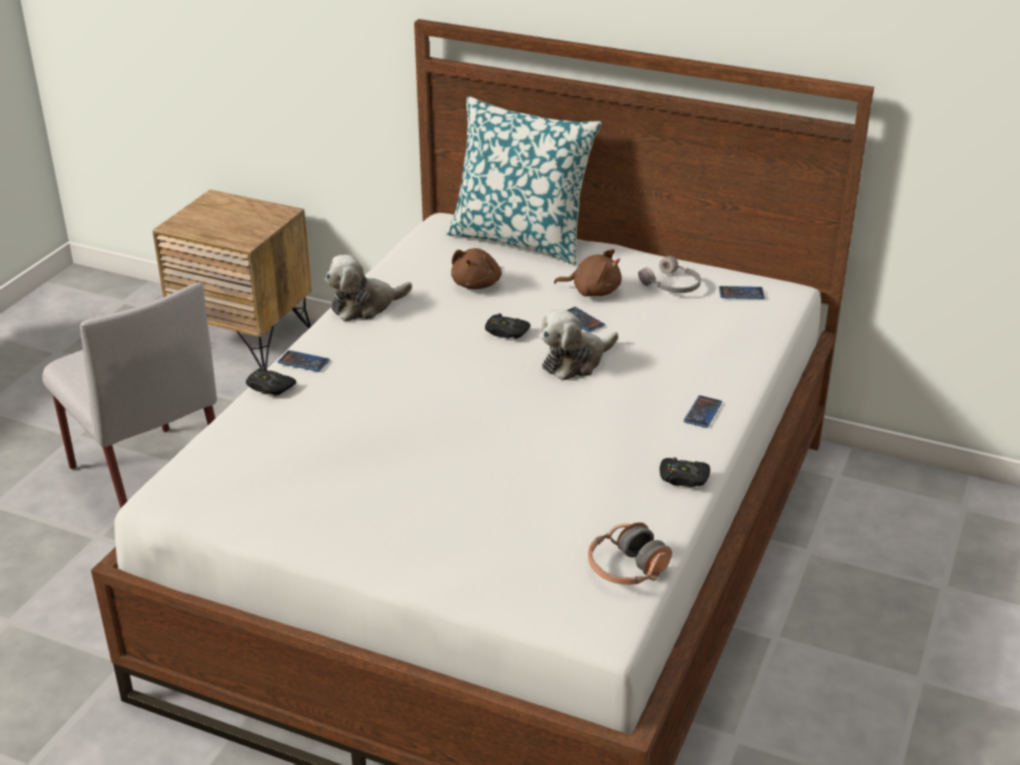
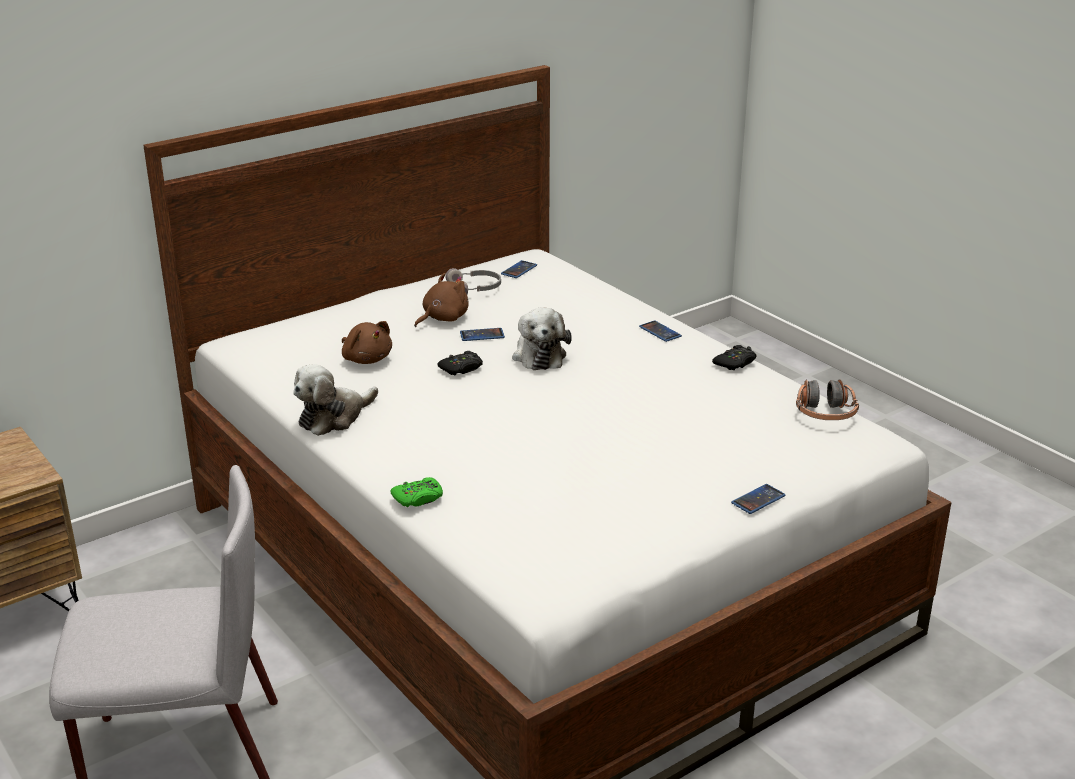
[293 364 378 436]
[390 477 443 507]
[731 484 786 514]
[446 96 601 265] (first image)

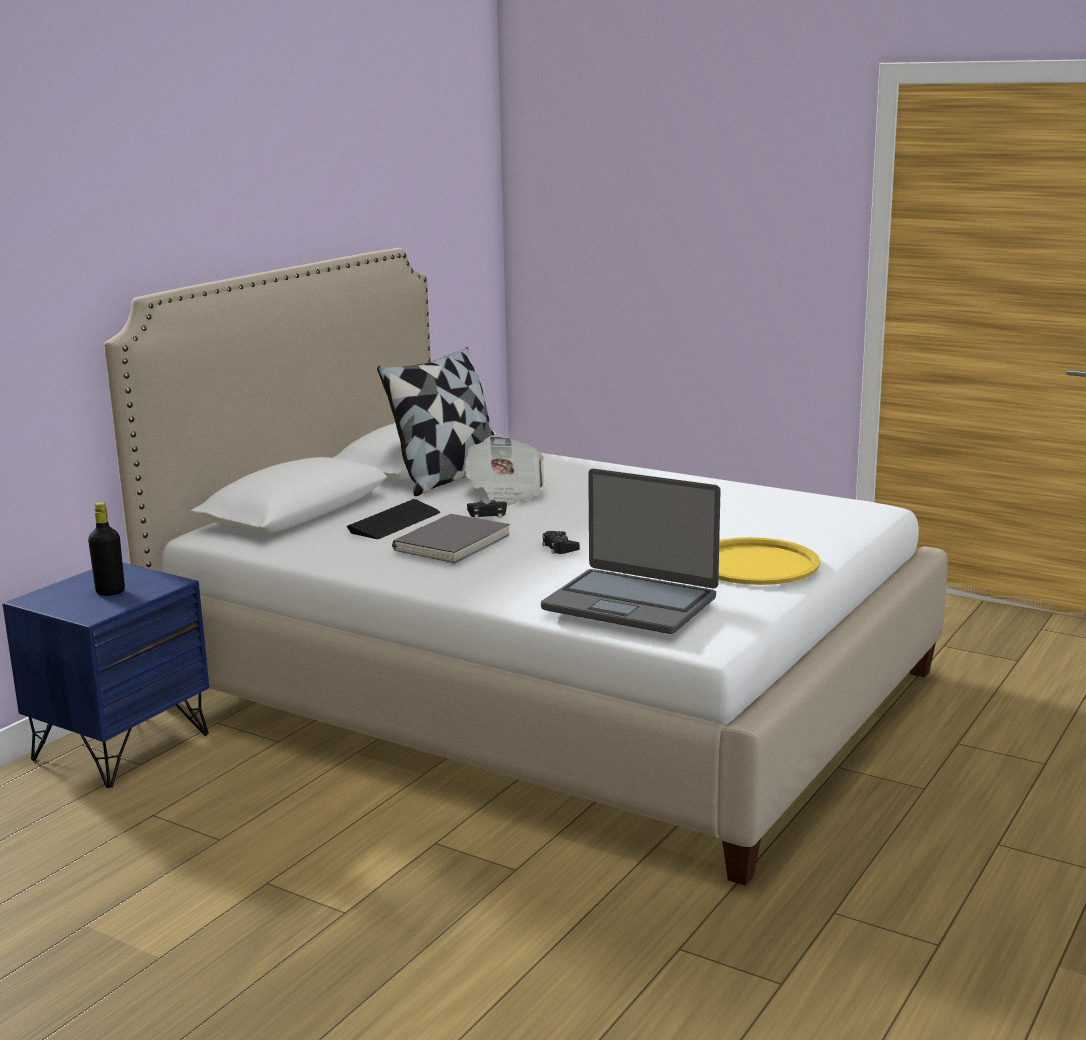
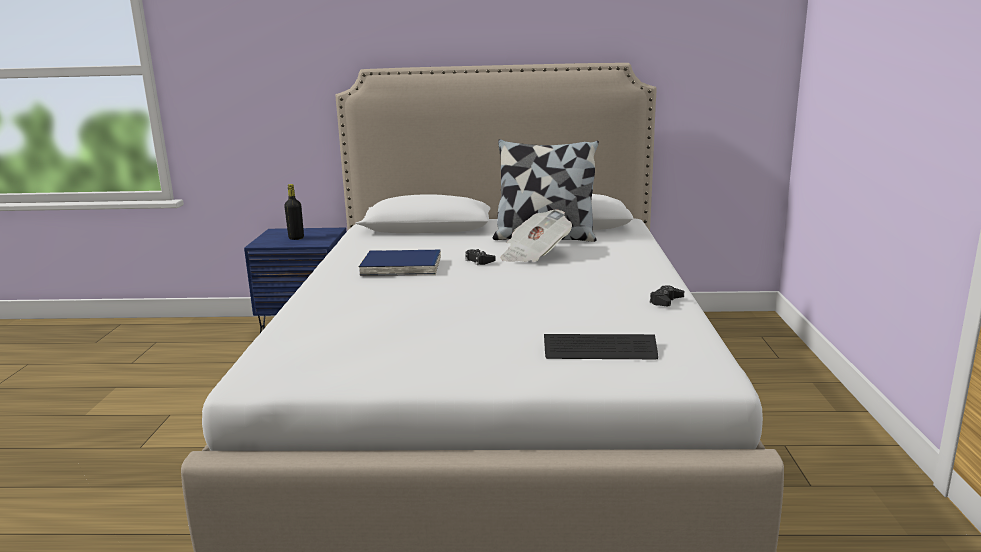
[359 250 441 276]
[544 334 658 359]
[649 285 684 306]
[541 468 721 634] (first image)
[719 537 820 585] (first image)

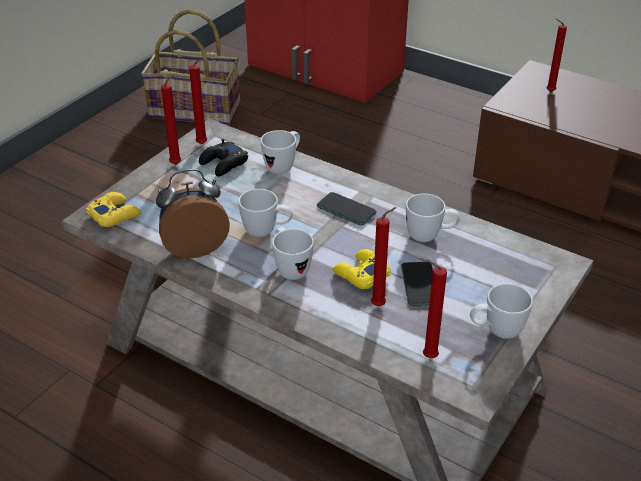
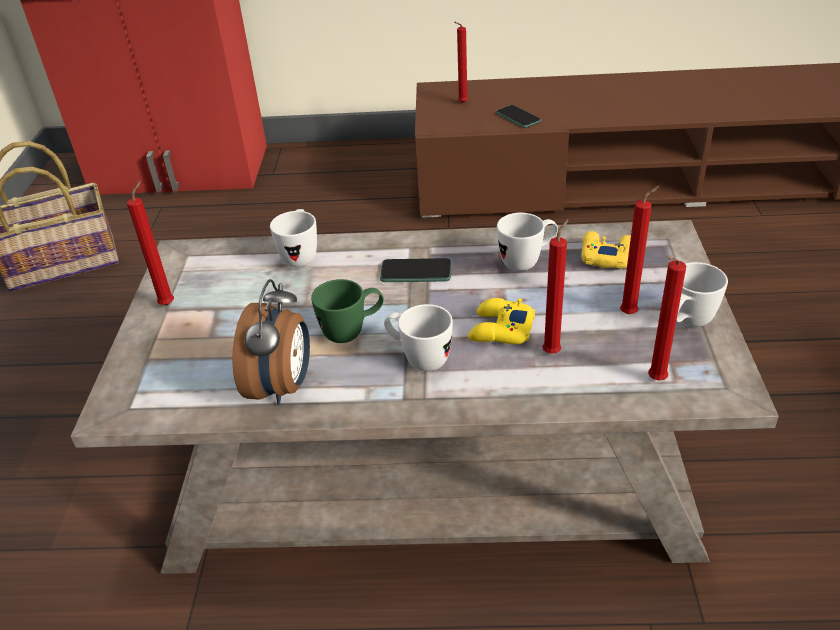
[232 279 310 405]
[311 279 384 343]
[496 105 541 128]
[581 231 631 269]
[620 186 659 314]
[199 139 248 177] (first image)

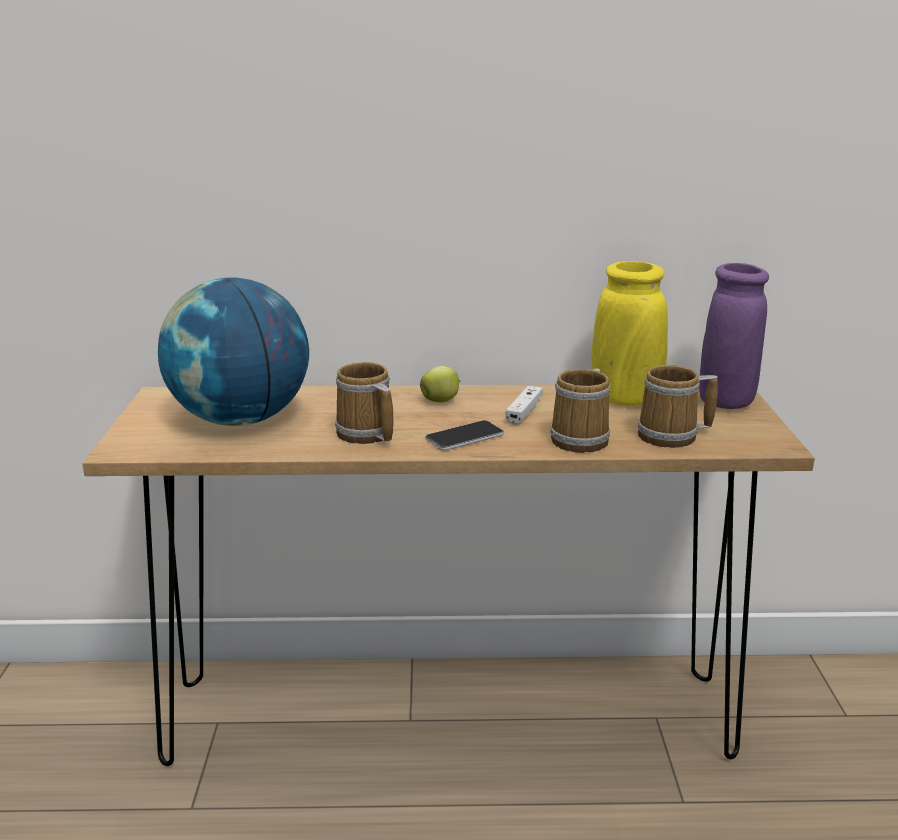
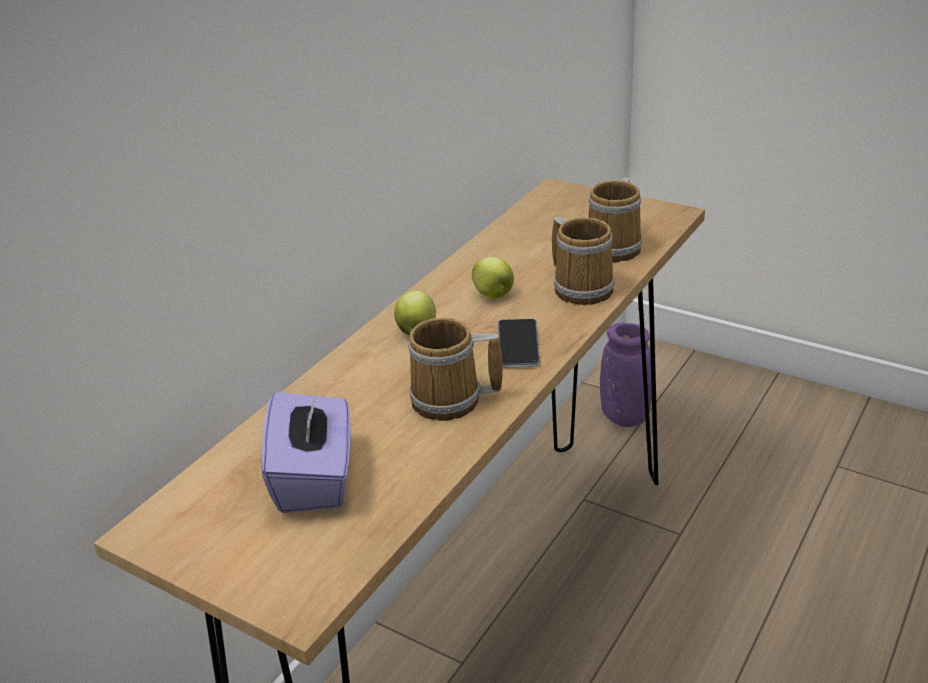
[261 386 351 513]
[472 257 514 298]
[600 322 652 427]
[591 261 668 405] (first image)

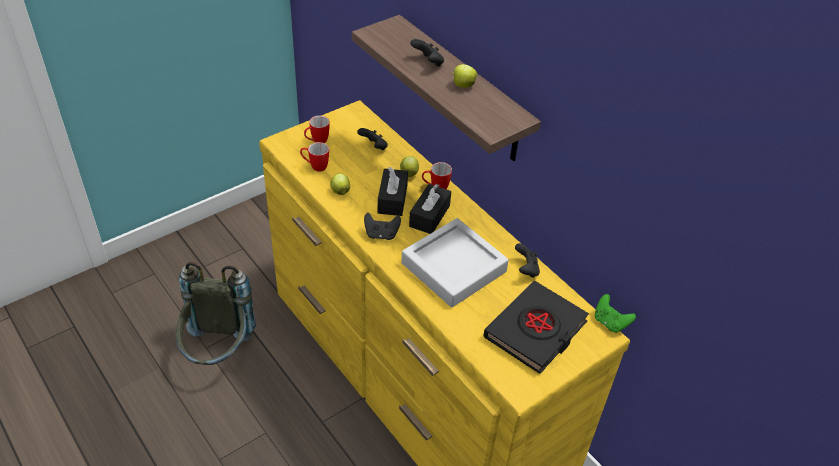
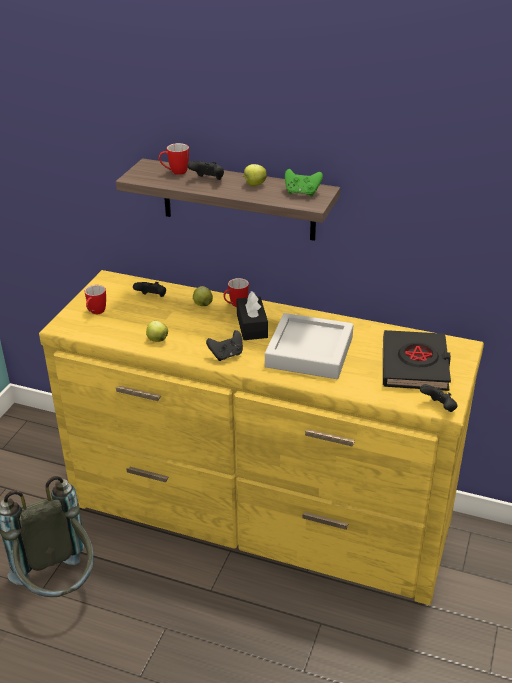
[159 143 189 175]
[285 169 323 197]
[420 384 457 412]
[378 167 408 216] (first image)

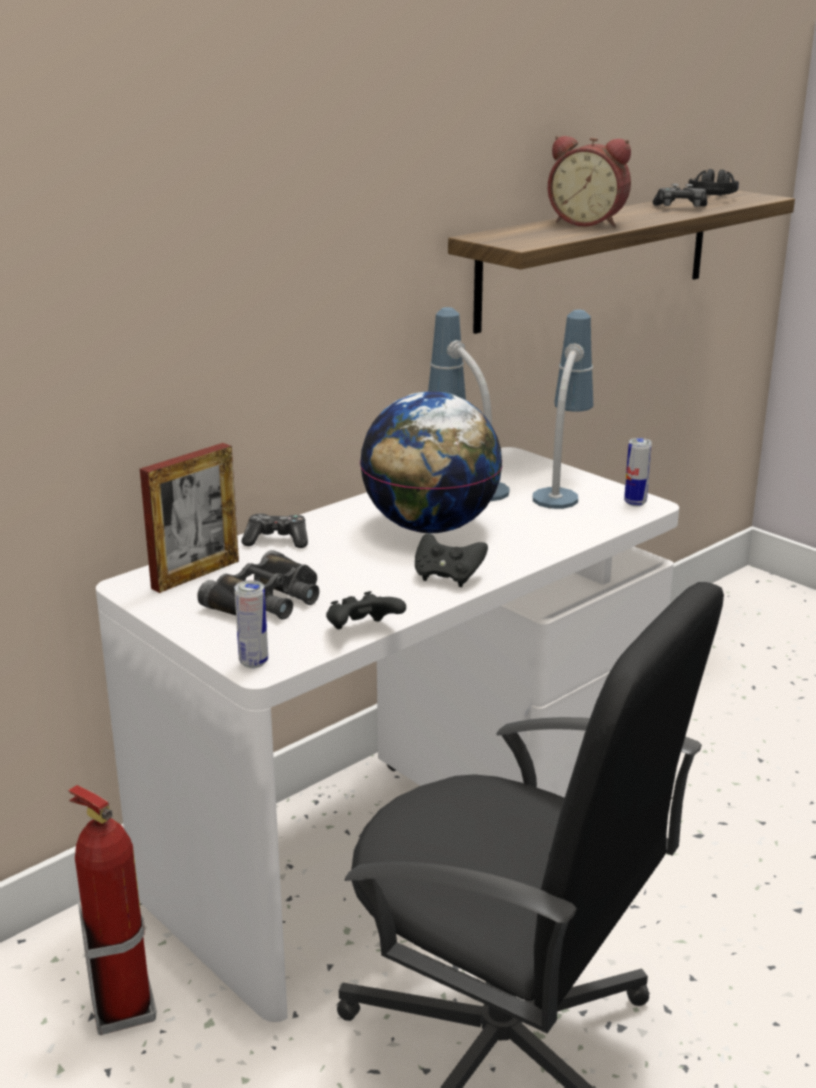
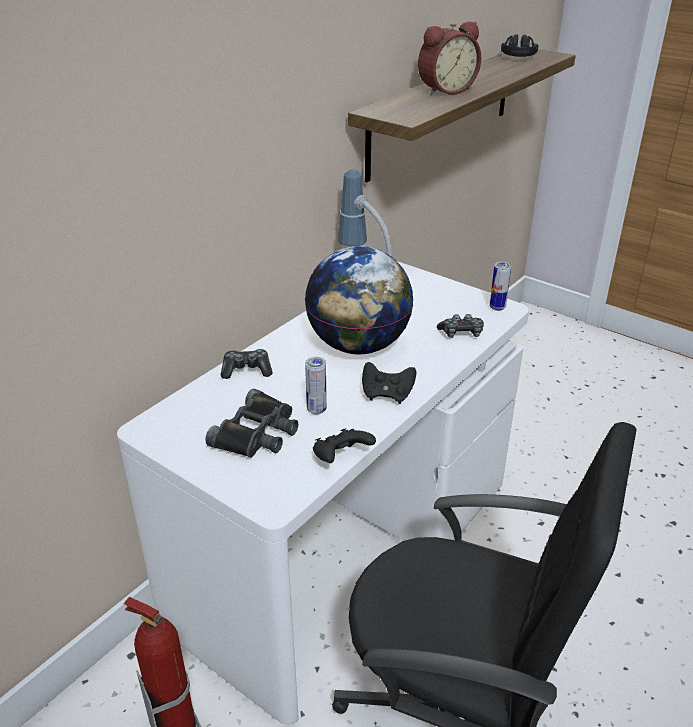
[305 357 327 414]
[418 21 481 96]
[437 314 484 338]
[140 443 239 593] (first image)
[533 310 593 509] (first image)

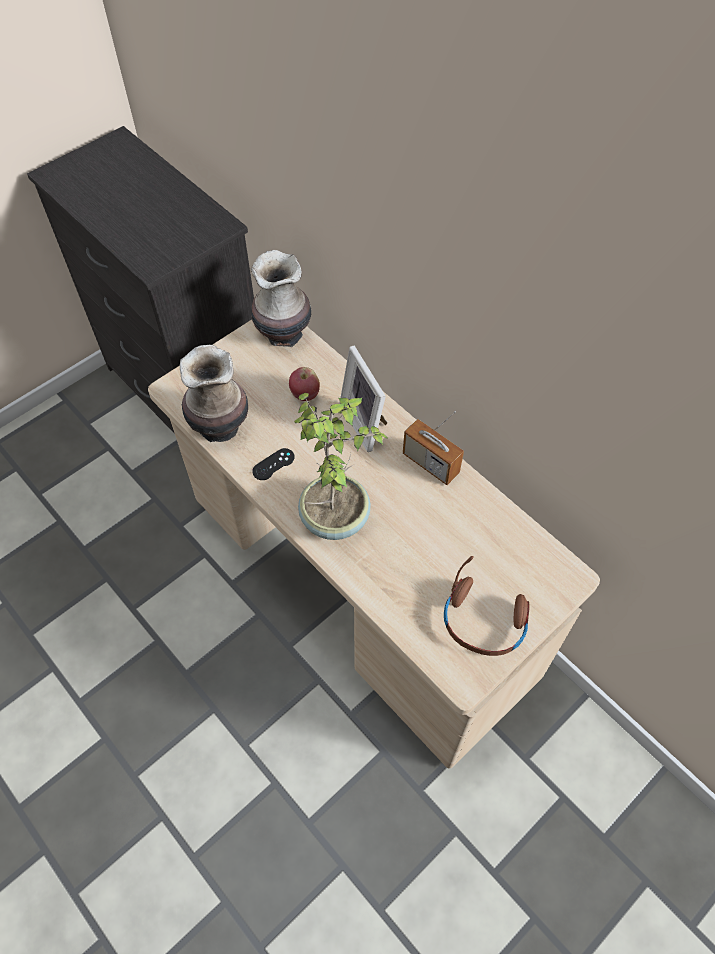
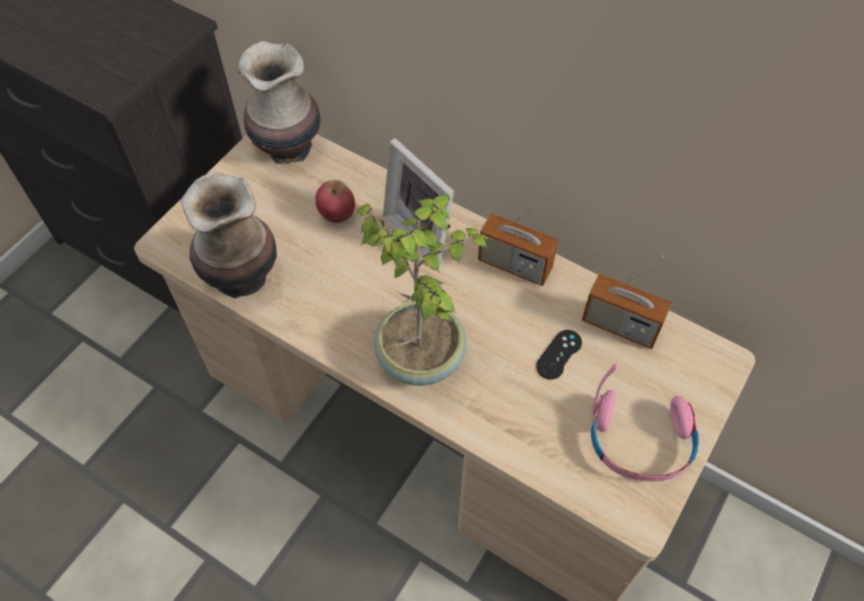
[536 330 582 379]
[582 256 672 349]
[591 364 699 482]

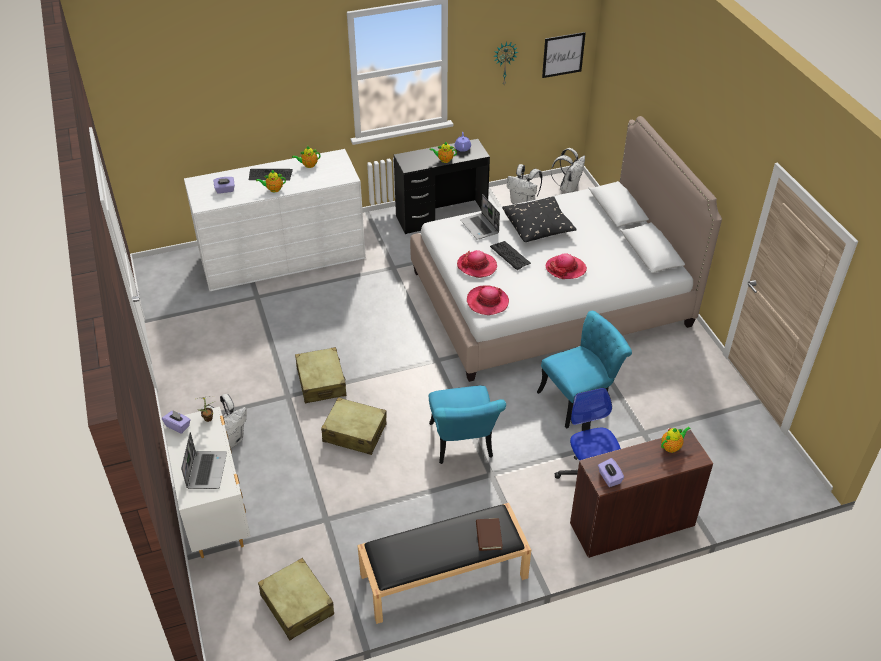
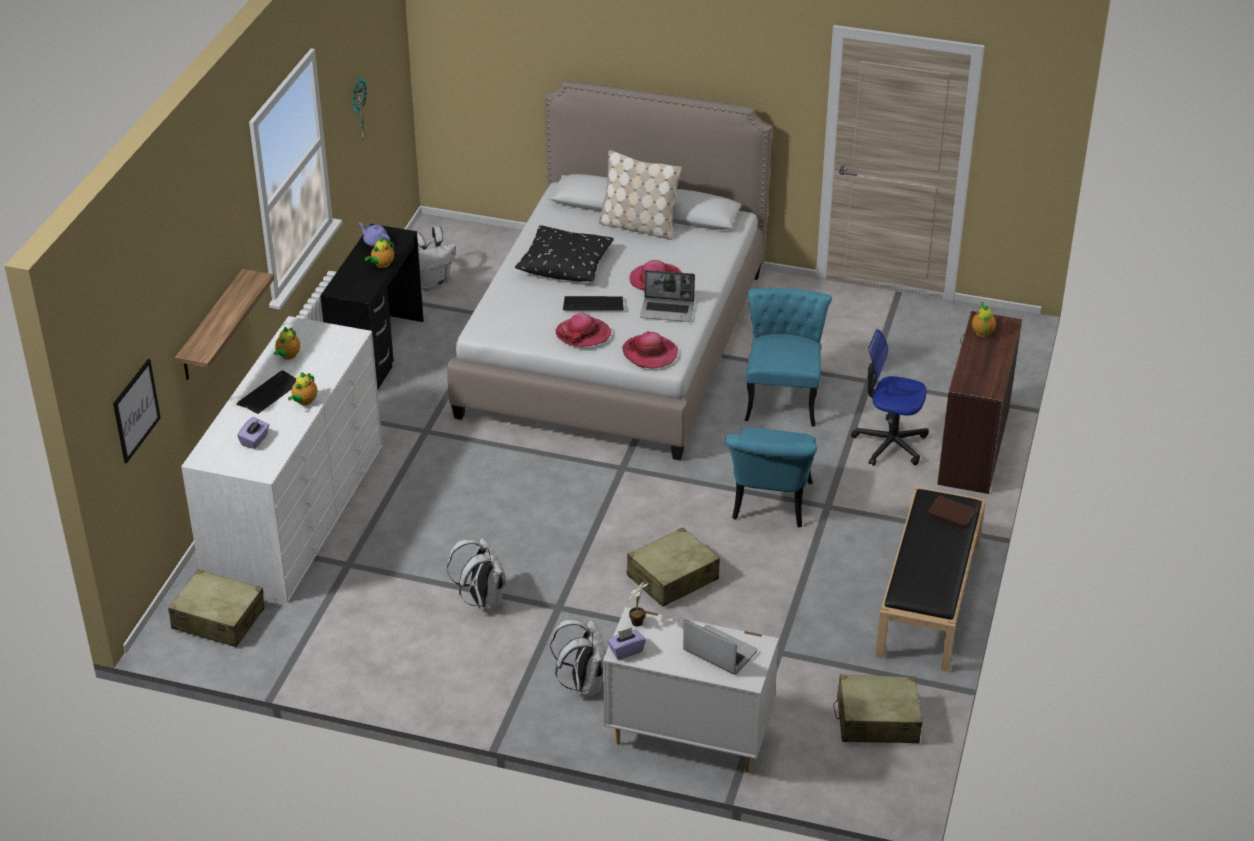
[113 359 161 463]
[168 569 264 647]
[175 269 274 380]
[447 538 506 611]
[598 150 682 240]
[640 270 695 322]
[725 428 817 528]
[598 458 624 487] (first image)

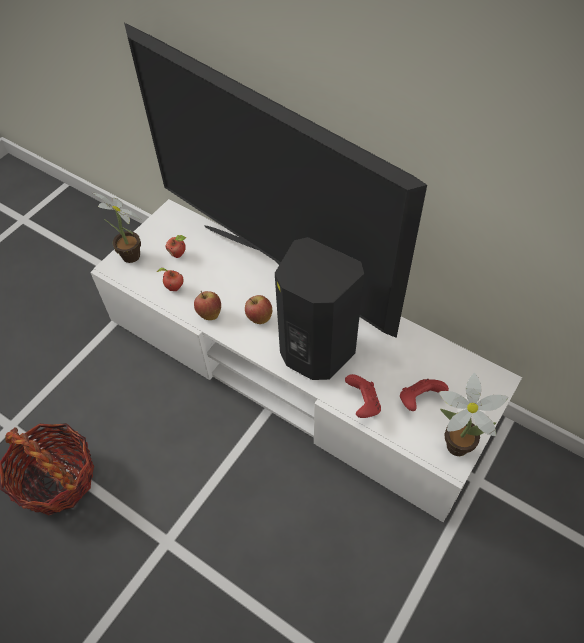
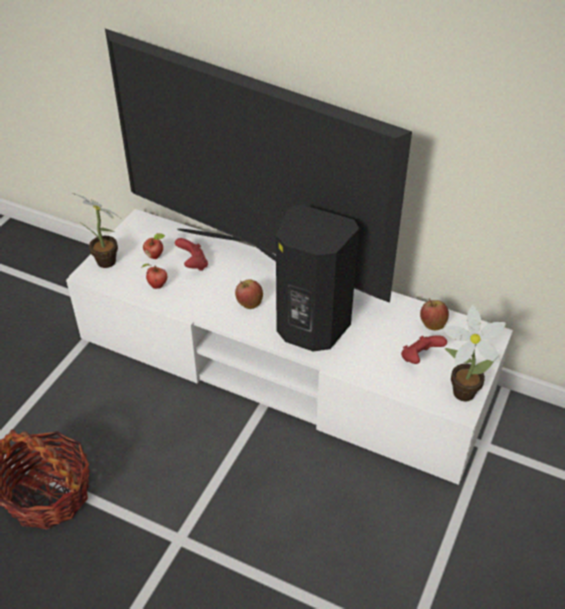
[175 238 208 271]
[420 299 449 330]

